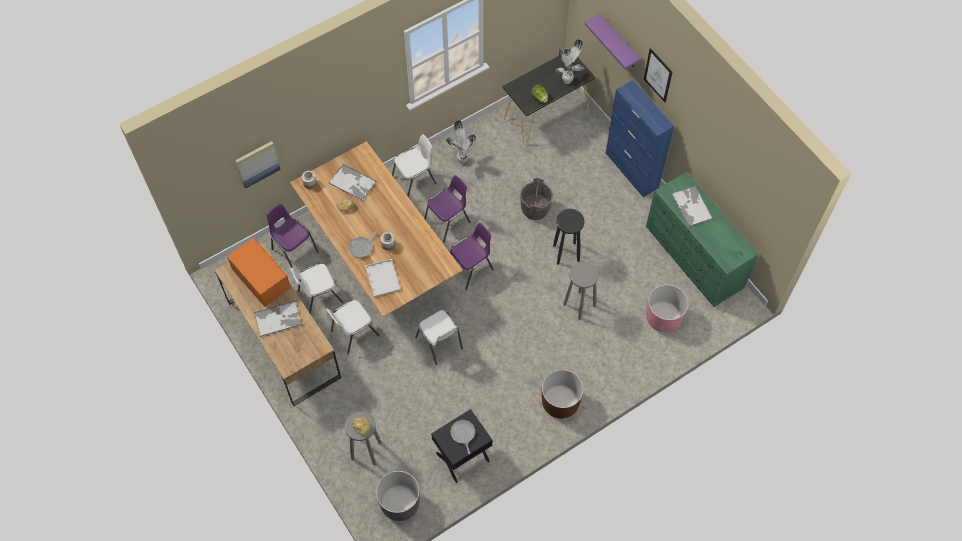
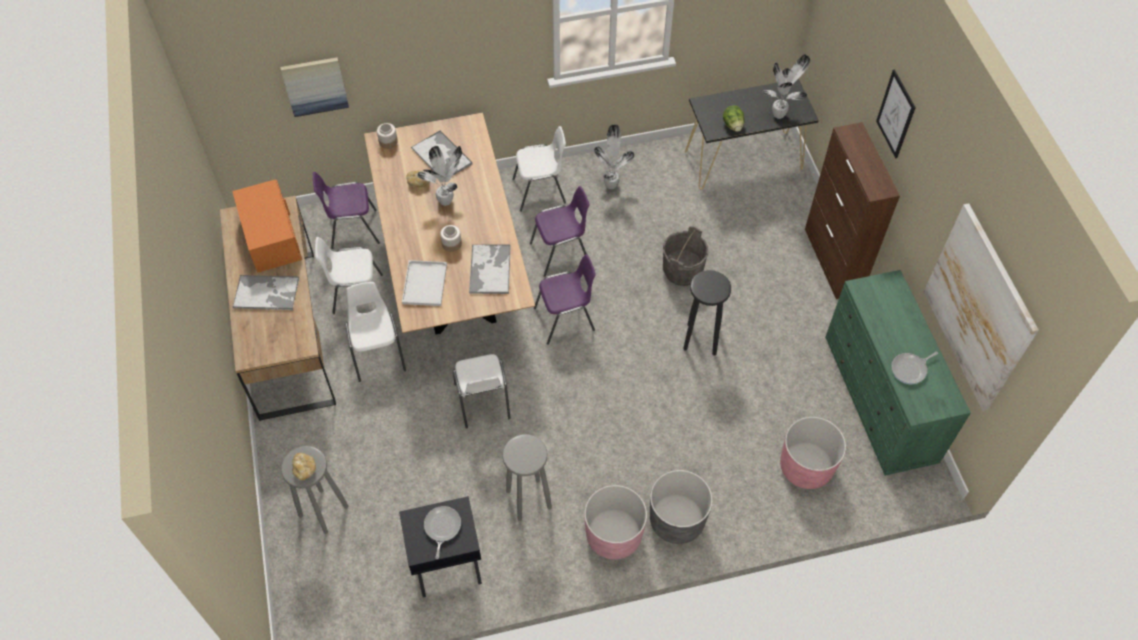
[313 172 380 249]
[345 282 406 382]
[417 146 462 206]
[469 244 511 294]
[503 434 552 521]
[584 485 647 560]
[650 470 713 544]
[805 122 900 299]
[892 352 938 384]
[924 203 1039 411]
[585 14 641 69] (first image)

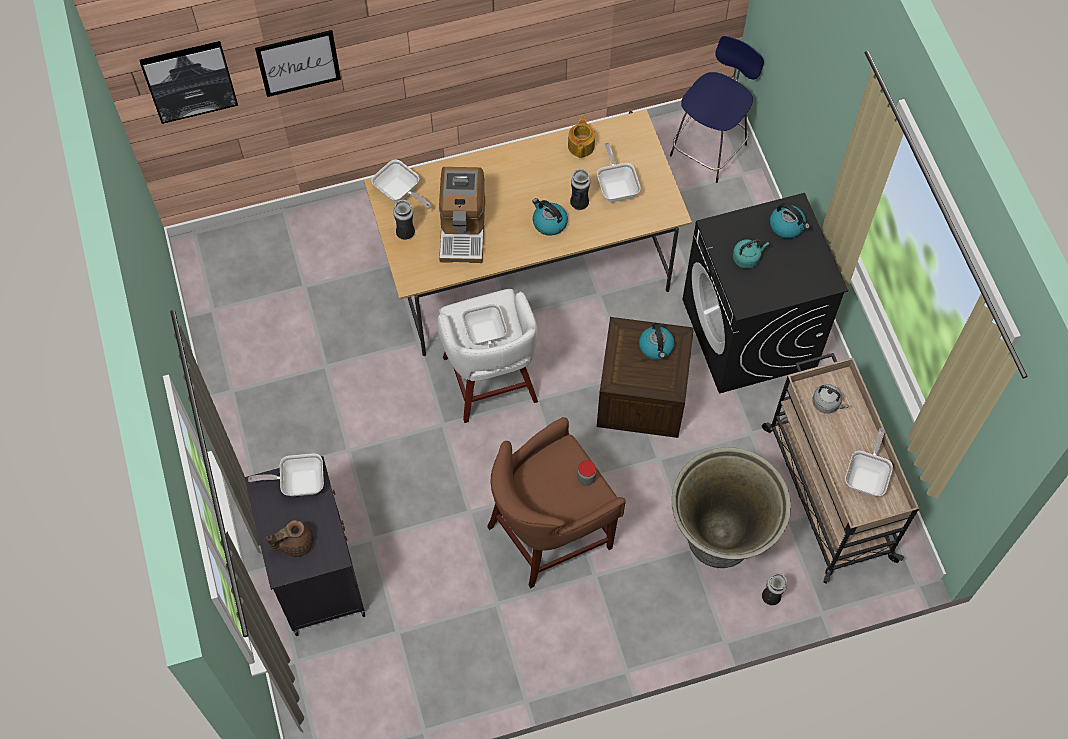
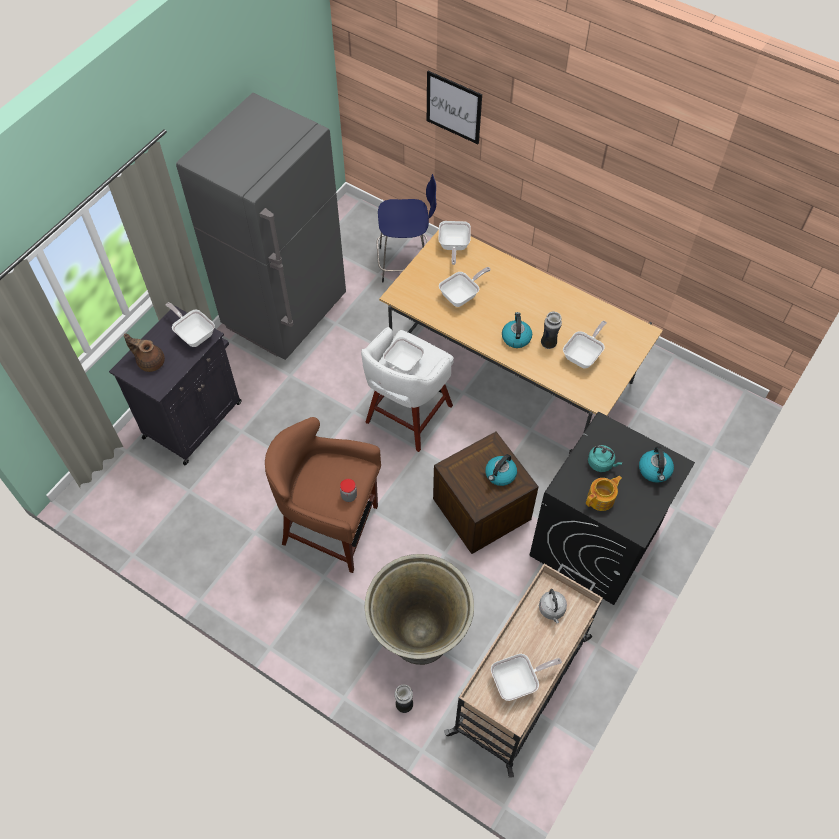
[176 93 346 360]
[377 174 436 282]
[439 267 491 307]
[586 476 622 511]
[140 41 238 124] (first image)
[393 199 415 240] (first image)

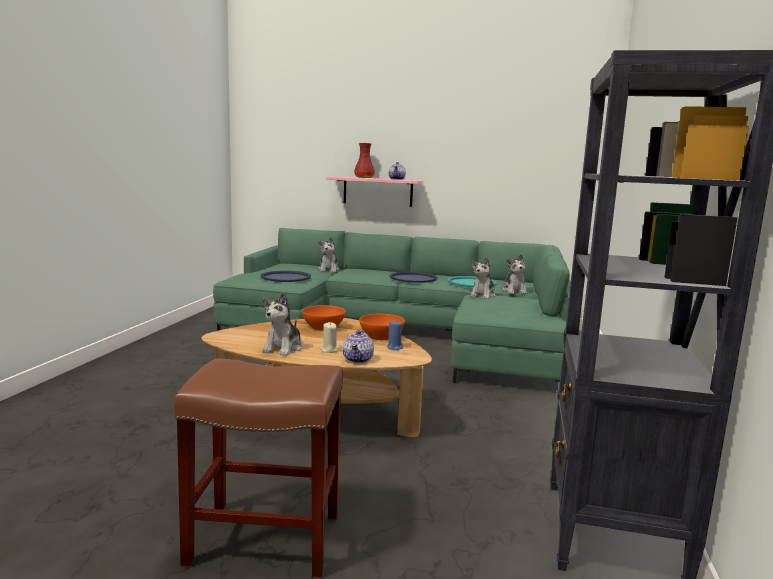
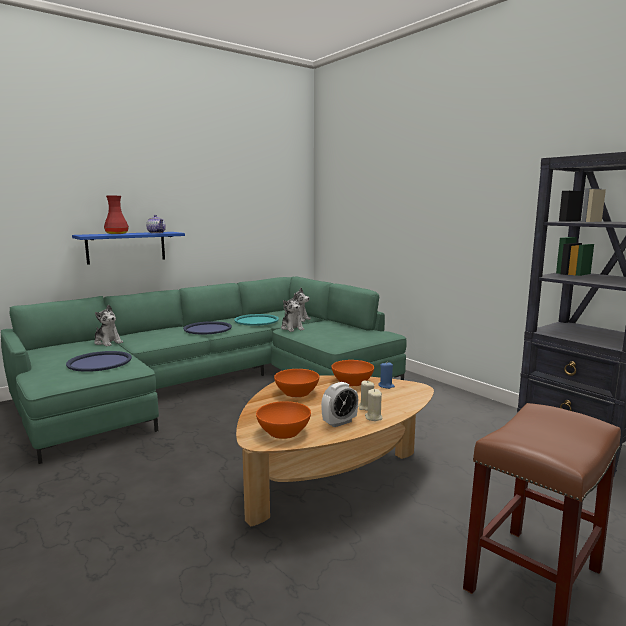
[72 232 185 265]
[256 401 311 439]
[321 382 358 427]
[365 389 382 421]
[342 330 374 363] (first image)

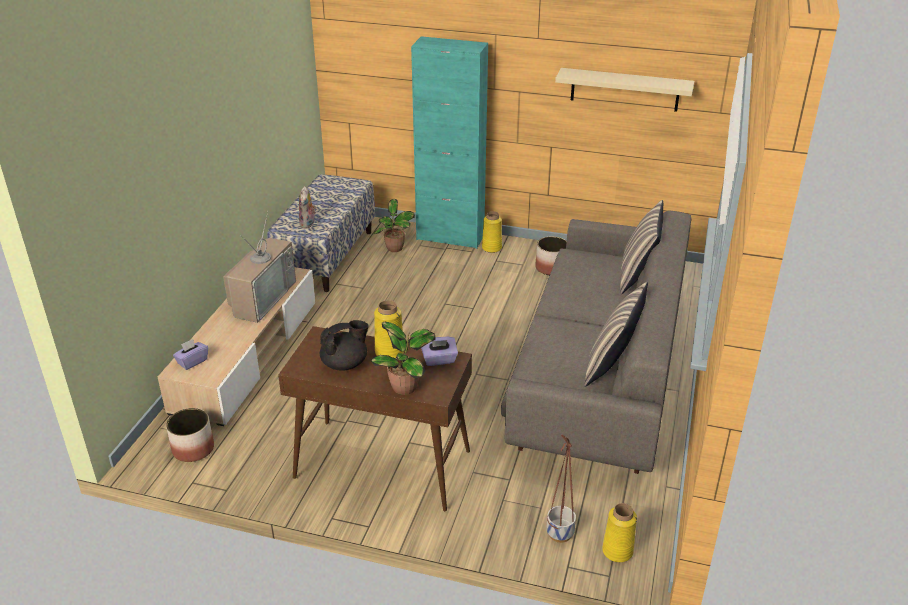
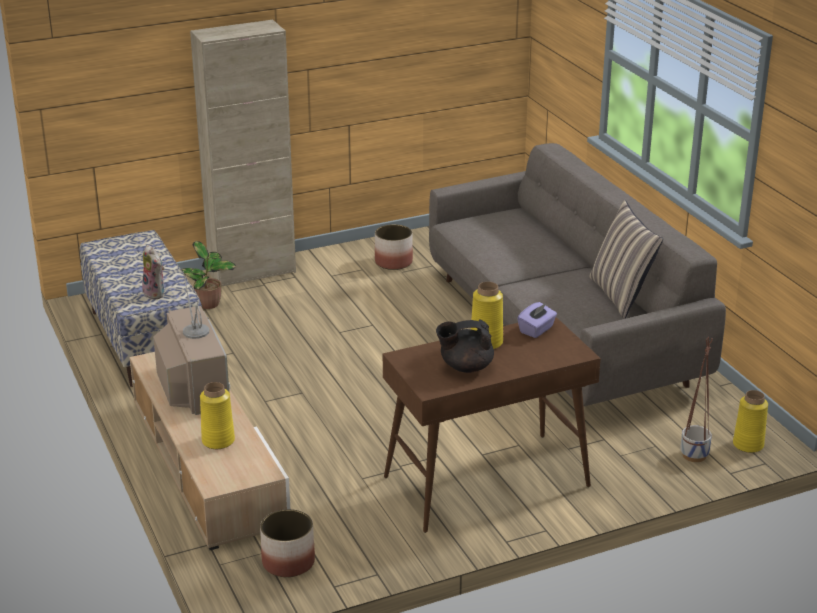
[190 20 296 286]
[200 382 235 449]
[436 319 494 373]
[173 339 208 370] (first image)
[371 322 435 395] (first image)
[555 68 695 112] (first image)
[620 200 663 294] (first image)

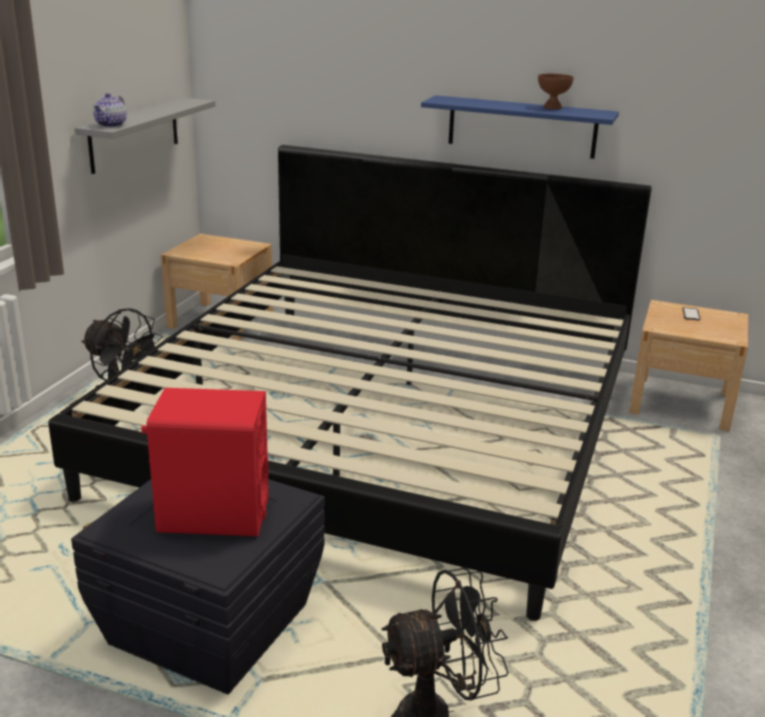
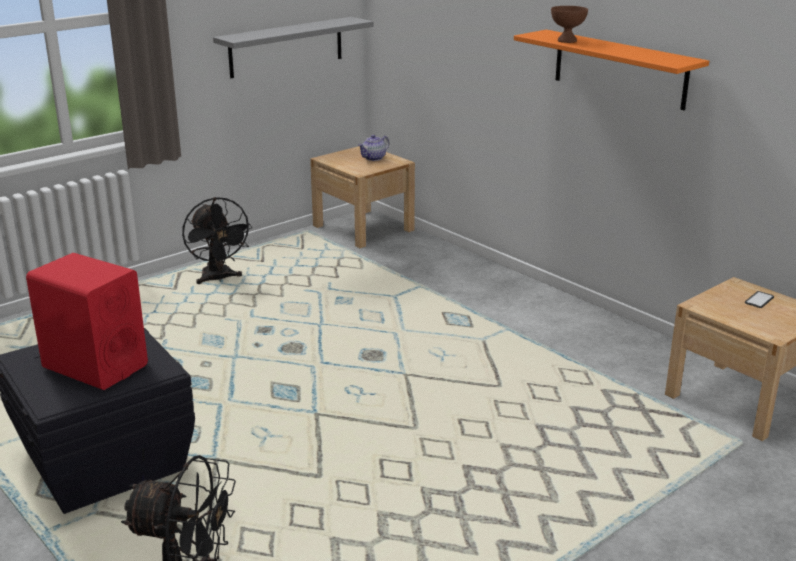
[358 135 389 161]
[514 30 709 110]
[551 6 588 43]
[48 145 652 621] (first image)

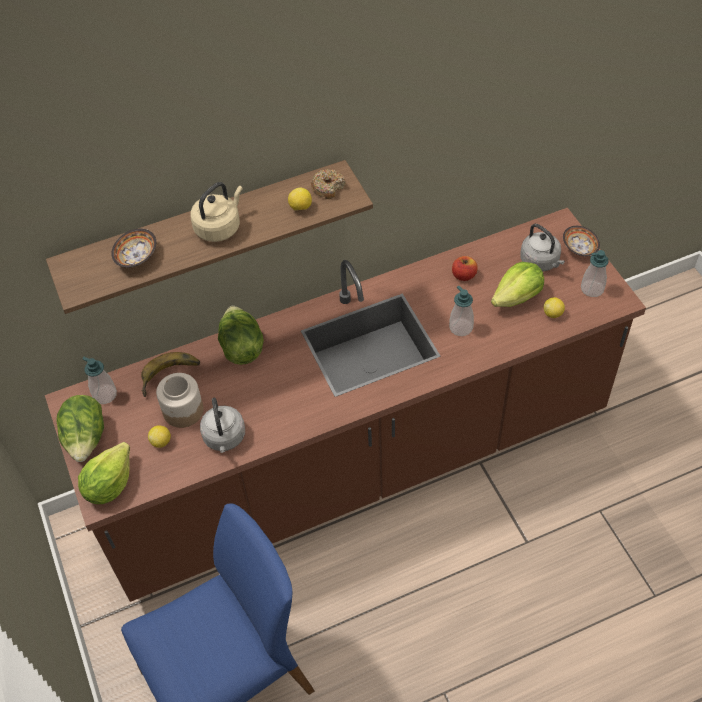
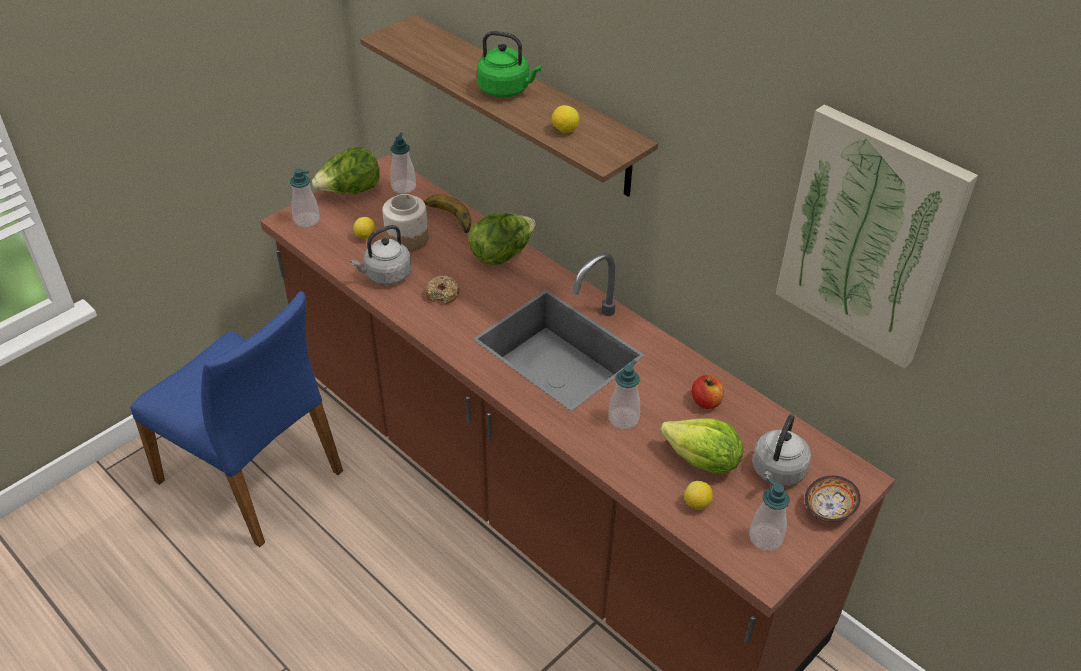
[290 169 319 227]
[425 275 460 304]
[477 31 542 98]
[776 104 978 369]
[111 229 156 268] (first image)

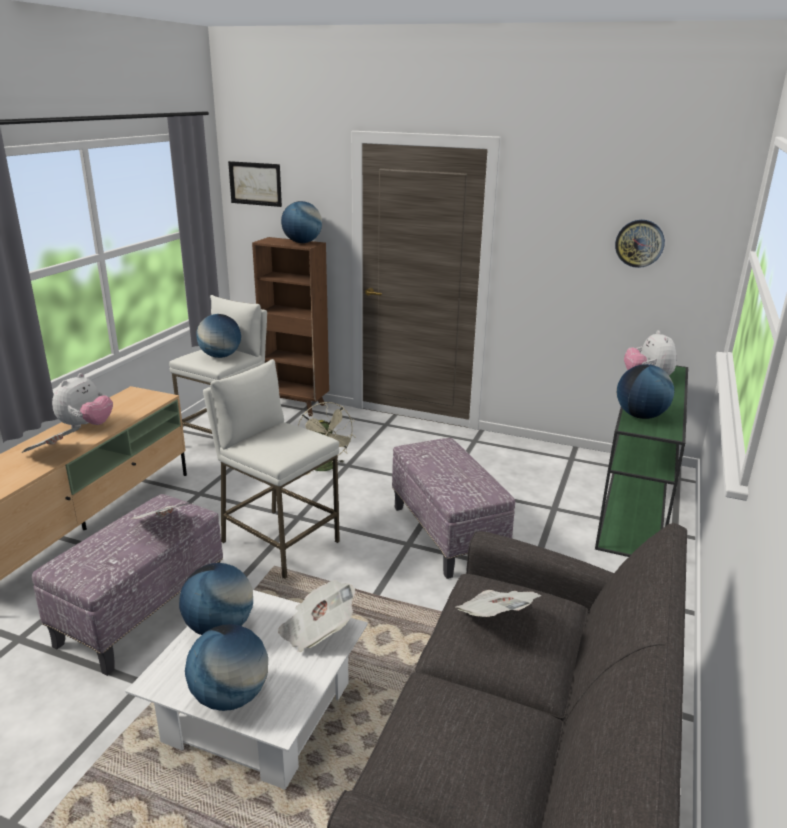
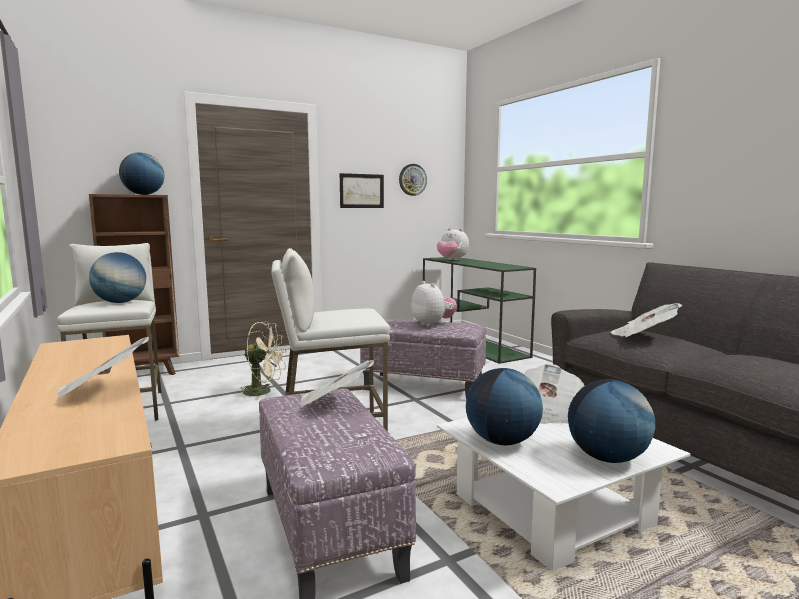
[340 173 384 208]
[411 281 457 327]
[617 364 674 419] (first image)

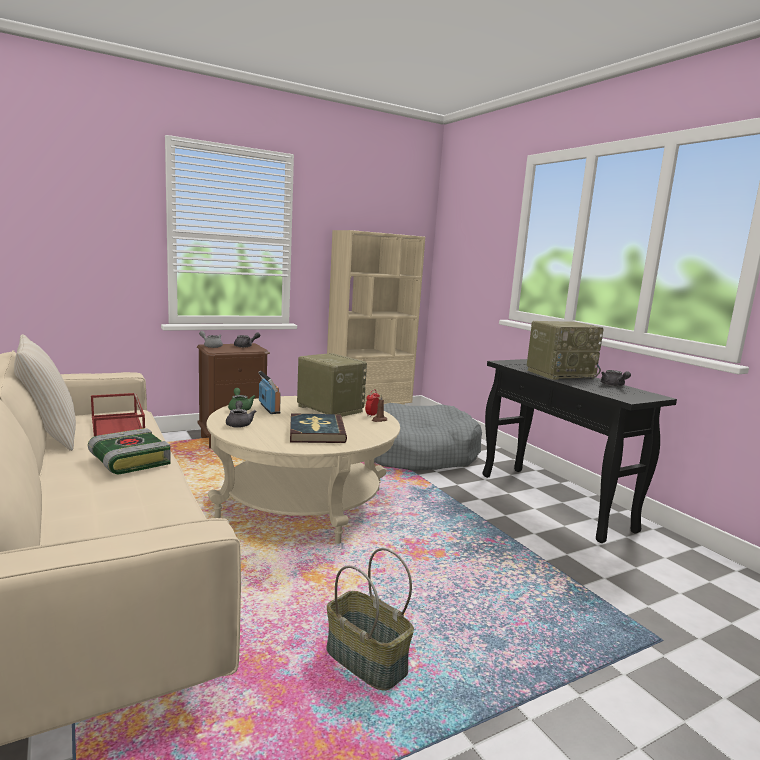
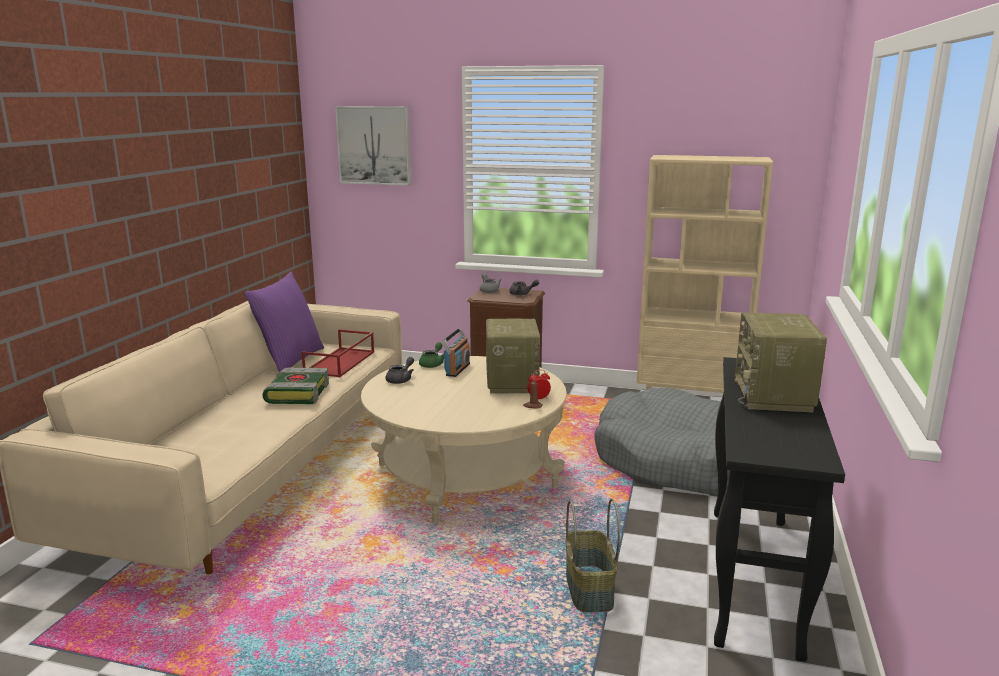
[244 272 324 372]
[335 106 411 186]
[566 499 620 613]
[734 312 827 413]
[290 413 347 443] (first image)
[601 370 631 386] (first image)

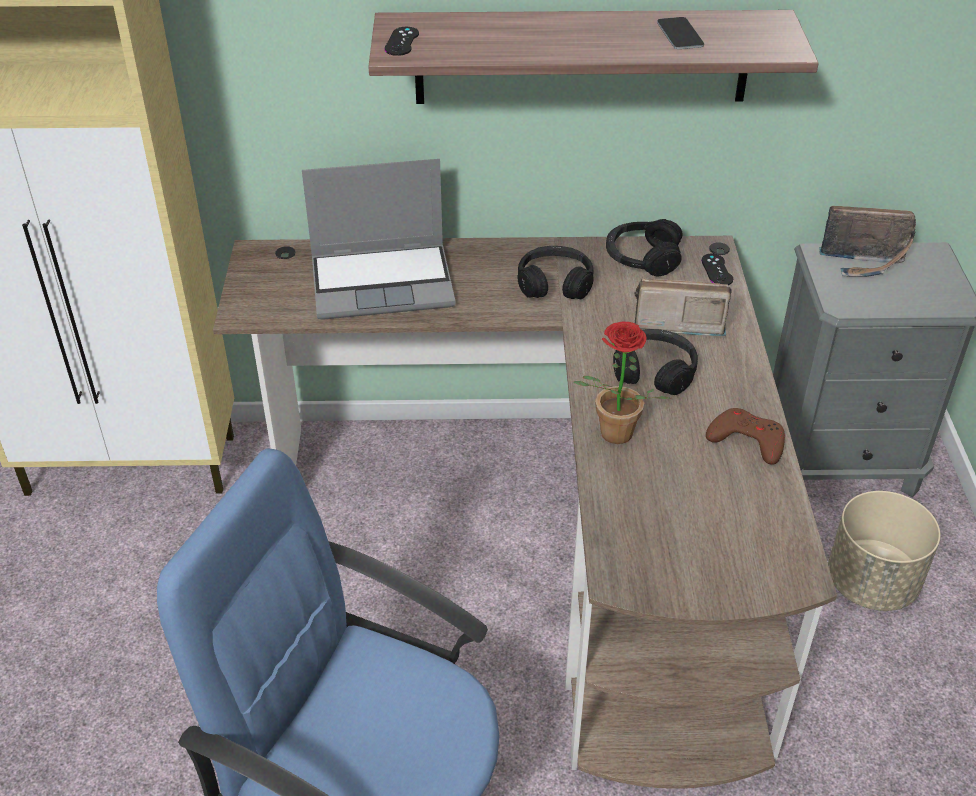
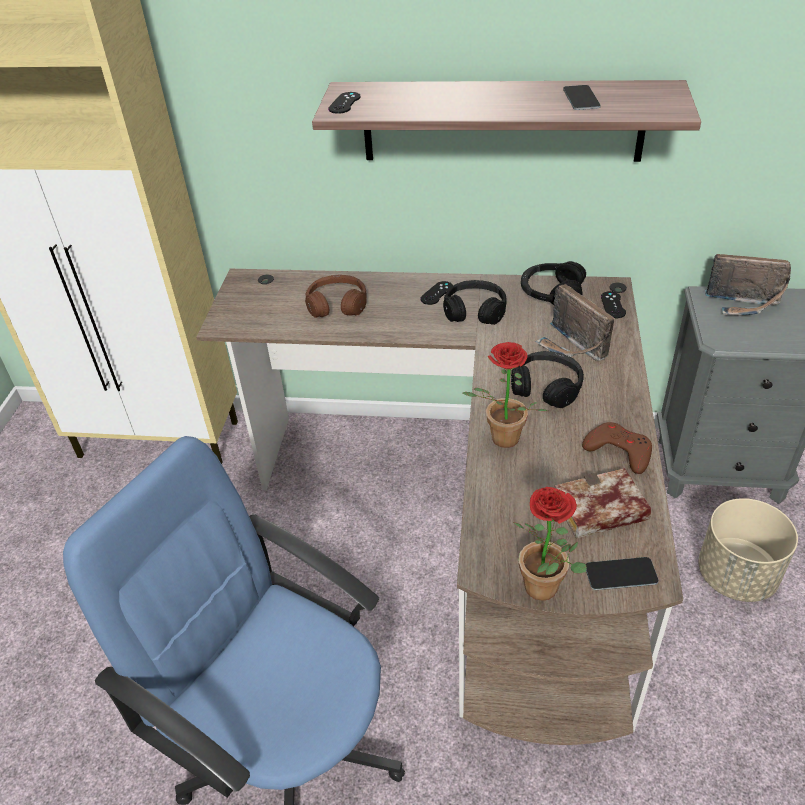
[305 275 367 318]
[420 281 453 305]
[513 487 587 601]
[535 284 615 361]
[555 468 651 539]
[586 557 659 590]

